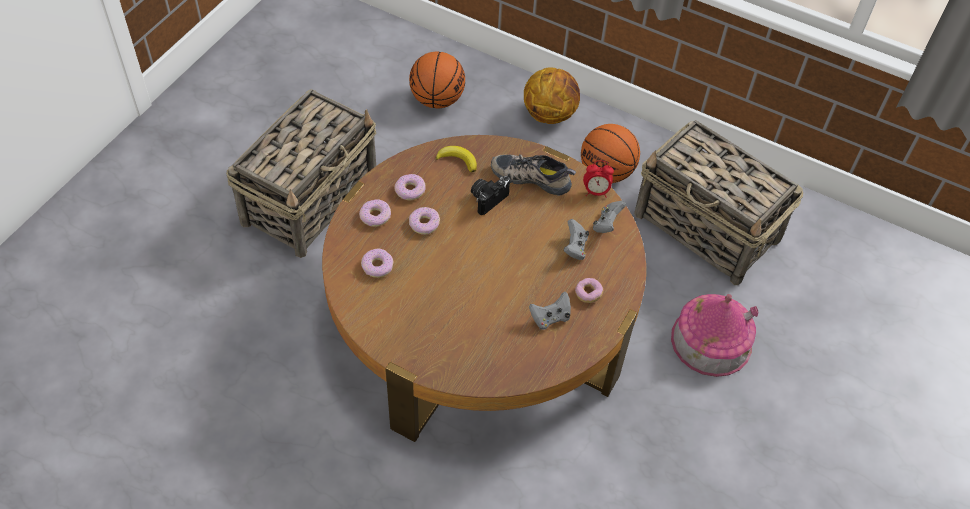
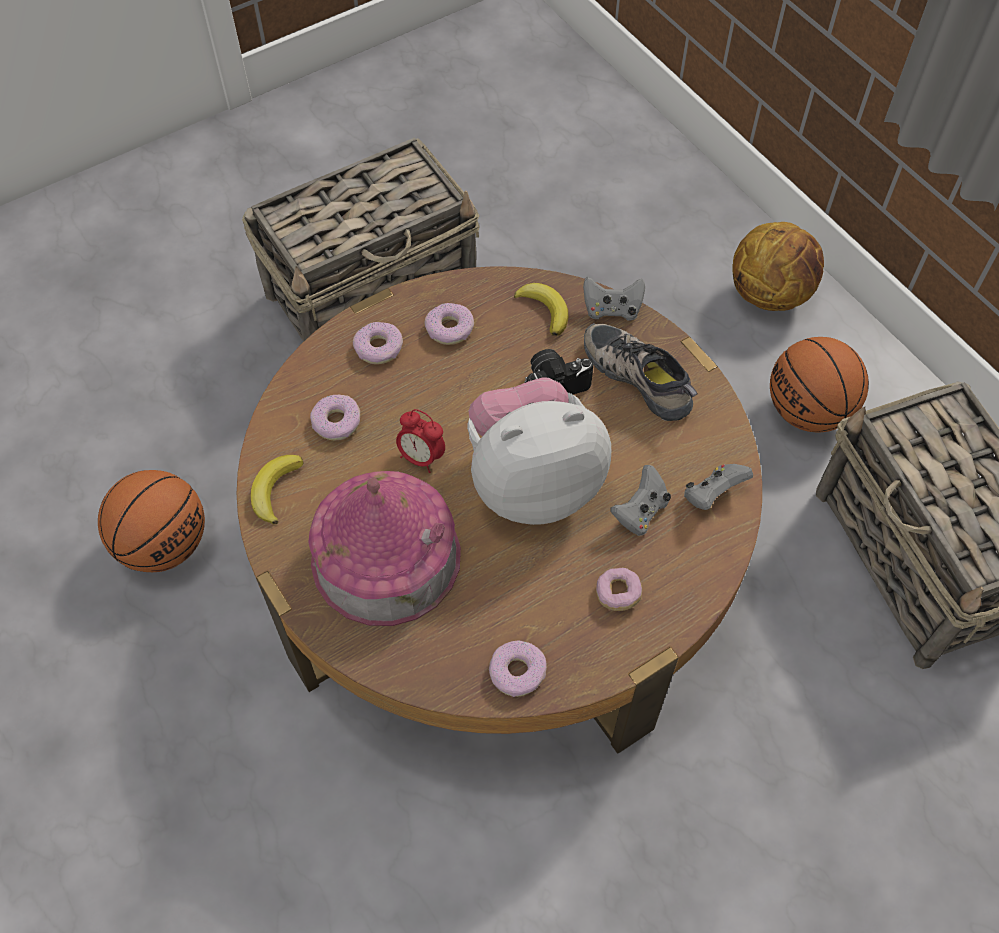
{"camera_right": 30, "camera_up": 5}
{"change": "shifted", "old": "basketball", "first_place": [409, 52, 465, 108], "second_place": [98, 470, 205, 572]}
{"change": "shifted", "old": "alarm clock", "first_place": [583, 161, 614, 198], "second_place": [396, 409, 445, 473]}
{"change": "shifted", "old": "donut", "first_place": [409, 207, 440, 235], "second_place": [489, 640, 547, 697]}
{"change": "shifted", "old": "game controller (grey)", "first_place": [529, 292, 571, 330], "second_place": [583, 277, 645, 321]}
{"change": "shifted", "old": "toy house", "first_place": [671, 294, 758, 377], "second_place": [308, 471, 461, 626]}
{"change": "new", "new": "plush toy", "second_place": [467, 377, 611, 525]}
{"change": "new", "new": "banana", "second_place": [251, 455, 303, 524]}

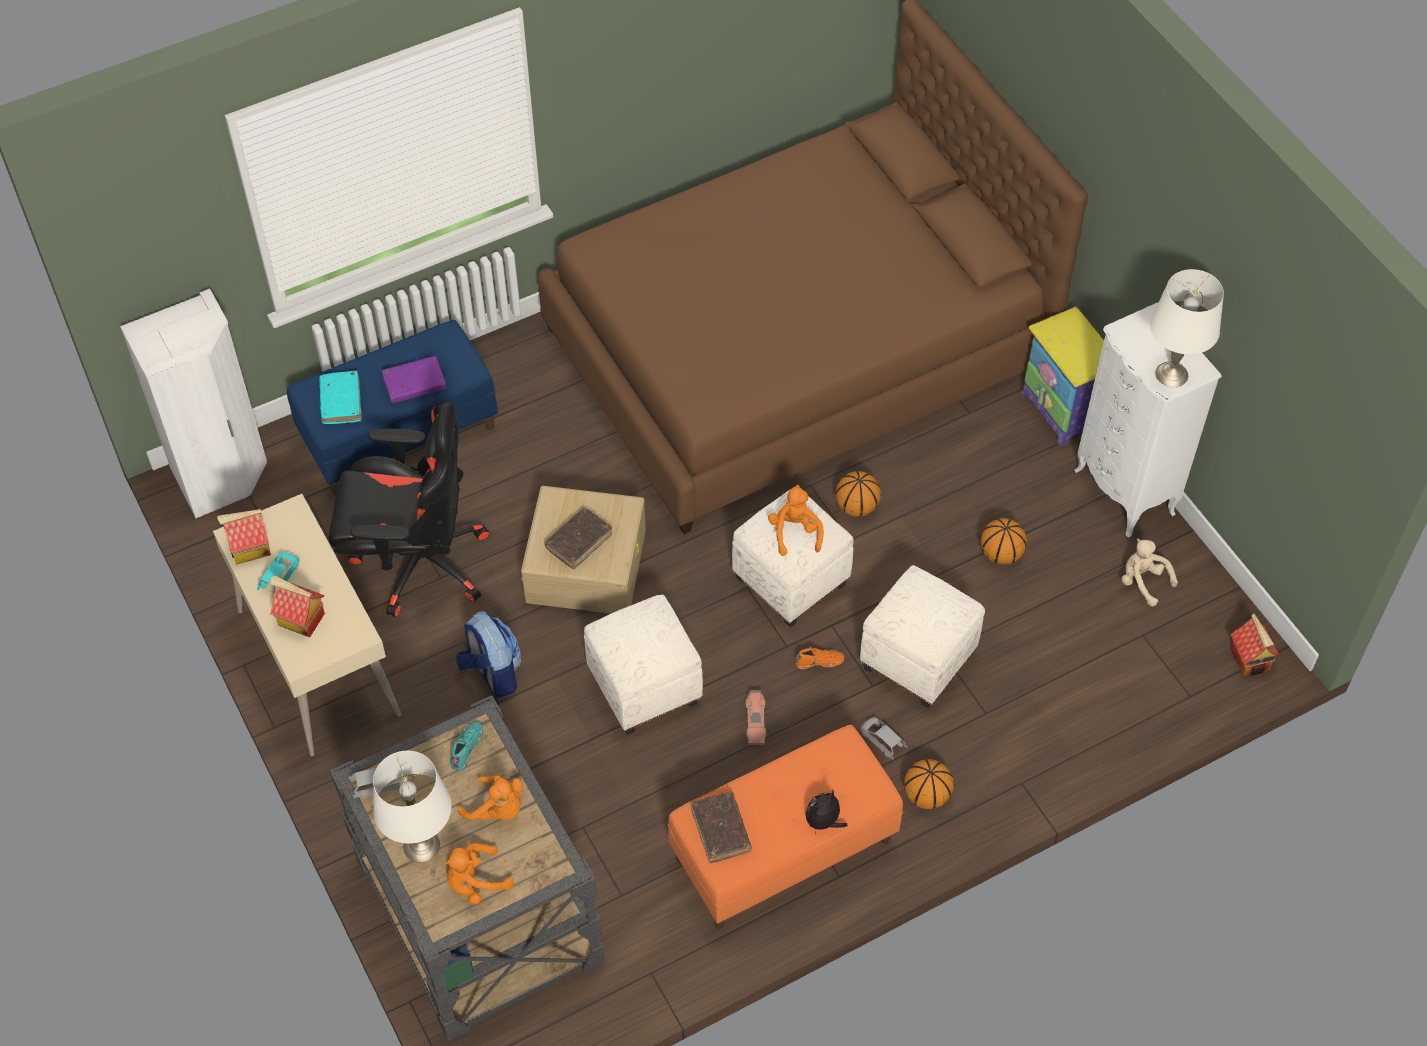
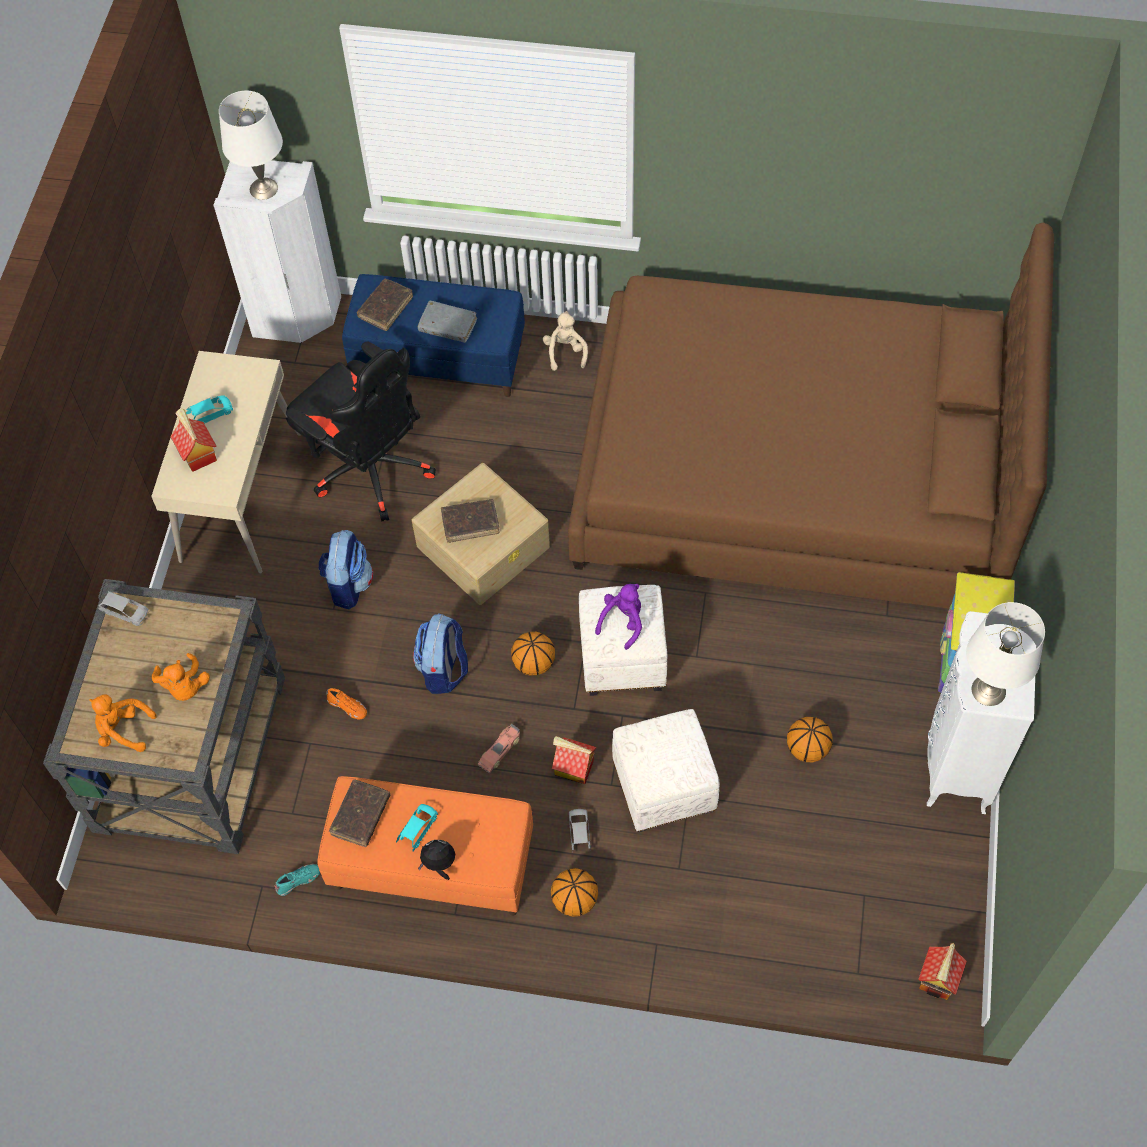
{"camera_right": 40, "camera_up": 5}
{"change": "repainted", "old": "book (purple)", "new": "book (grey)", "first_place": [382, 356, 446, 403], "second_place": [418, 301, 477, 343]}
{"change": "repainted", "old": "book (turquoise)", "new": "book (brown)", "first_place": [319, 371, 362, 424], "second_place": [357, 279, 413, 331]}
{"change": "shifted", "old": "basketball", "first_place": [836, 471, 881, 517], "second_place": [511, 632, 555, 676]}
{"change": "repainted", "old": "plush toy (orange)", "new": "plush toy (purple)", "first_place": [768, 485, 824, 556], "second_place": [595, 584, 642, 650]}
{"change": "shifted", "old": "toy house", "first_place": [217, 509, 271, 564], "second_place": [552, 736, 596, 784]}
{"change": "shifted", "old": "plush toy (beige)", "first_place": [1121, 539, 1178, 607], "second_place": [543, 311, 588, 371]}
{"change": "swapped", "old": "ottoman (white)", "new": "backpack", "first_place": [584, 595, 703, 735], "second_place": [413, 614, 468, 694]}
{"change": "shifted", "old": "shoe (orange)", "first_place": [795, 647, 844, 670], "second_place": [326, 688, 367, 720]}
{"change": "shifted", "old": "shoe (turquoise)", "first_place": [450, 721, 483, 771], "second_place": [274, 864, 320, 896]}
{"change": "shifted", "old": "table lamp (white)", "first_place": [373, 751, 451, 862], "second_place": [219, 91, 283, 200]}
{"change": "new", "new": "toy car (turquoise)", "second_place": [396, 804, 438, 852]}

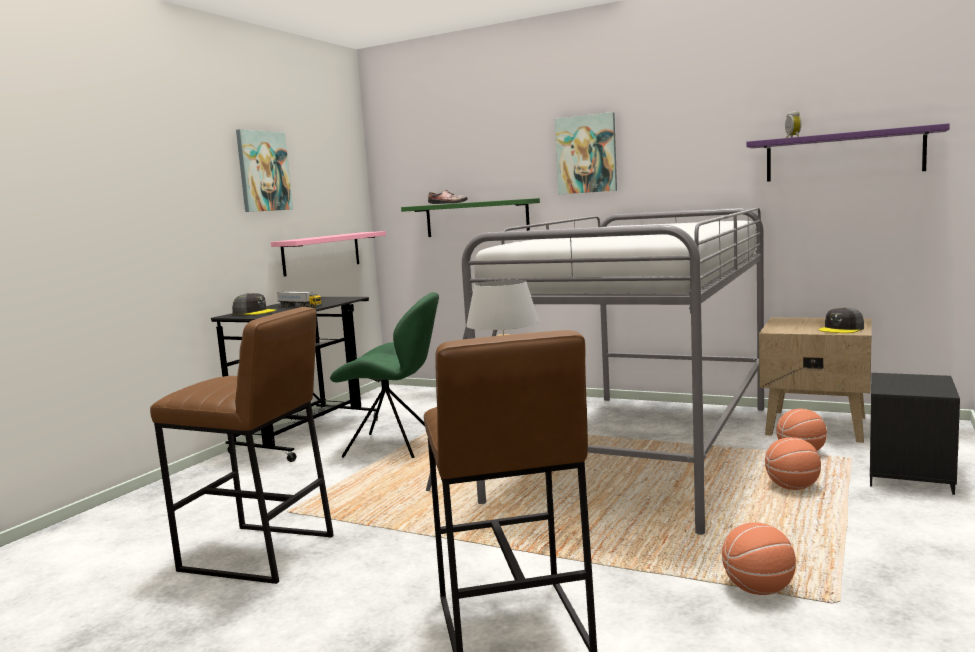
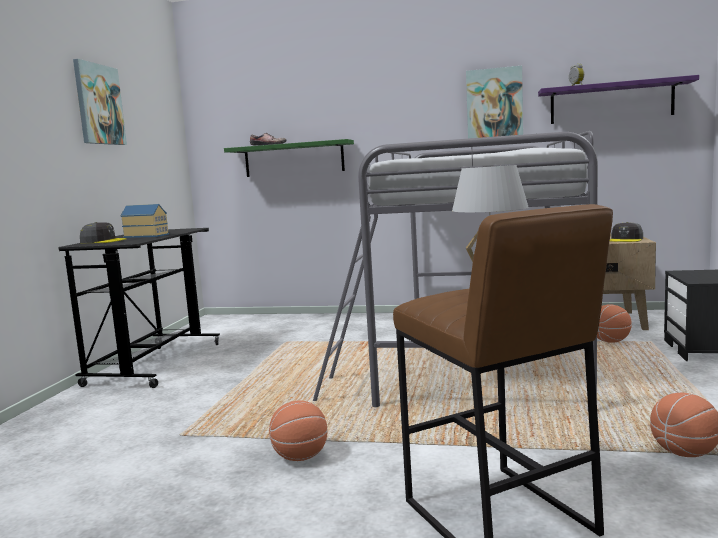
{"camera_right": -15, "camera_up": 0}
{"change": "shifted", "old": "picture", "first_place": [555, 112, 617, 194], "second_place": [466, 66, 523, 138]}
{"change": "gone", "old": "shelf (pink)", "first_place": [271, 231, 386, 276]}
{"change": "swapped", "old": "toy truck", "new": "toy house", "first_place": [277, 291, 322, 308], "second_place": [120, 204, 169, 238]}
{"change": "gone", "old": "chair (green)", "first_place": [330, 292, 439, 458]}
{"change": "gone", "old": "stool (brown)", "first_place": [150, 307, 334, 584]}
{"change": "shifted", "old": "basketball", "first_place": [765, 437, 821, 490], "second_place": [269, 401, 327, 461]}

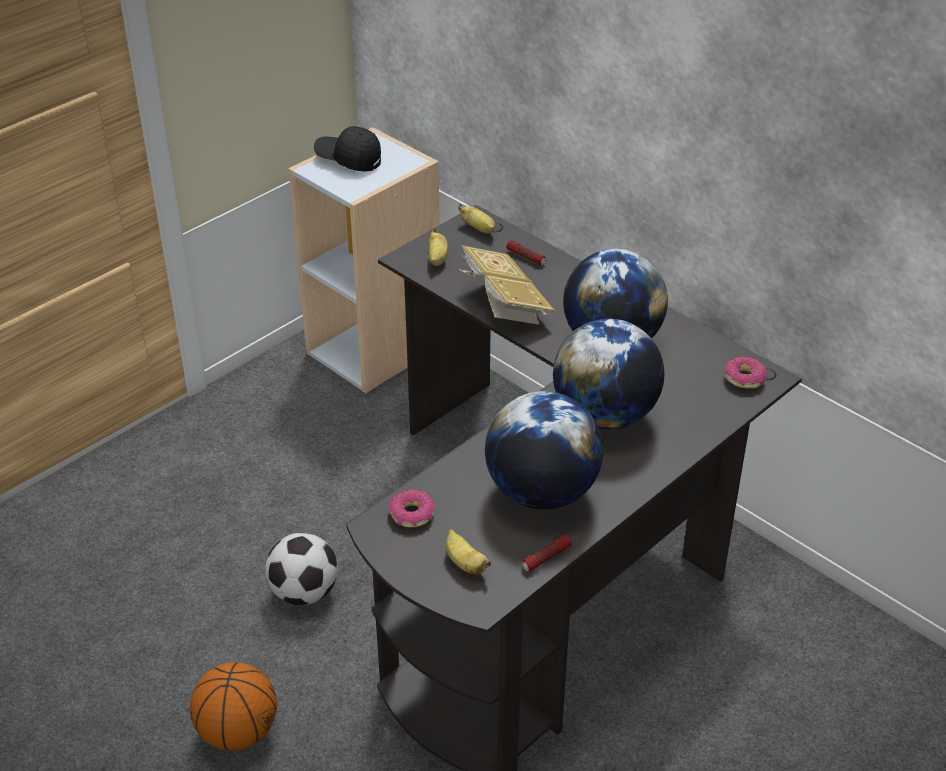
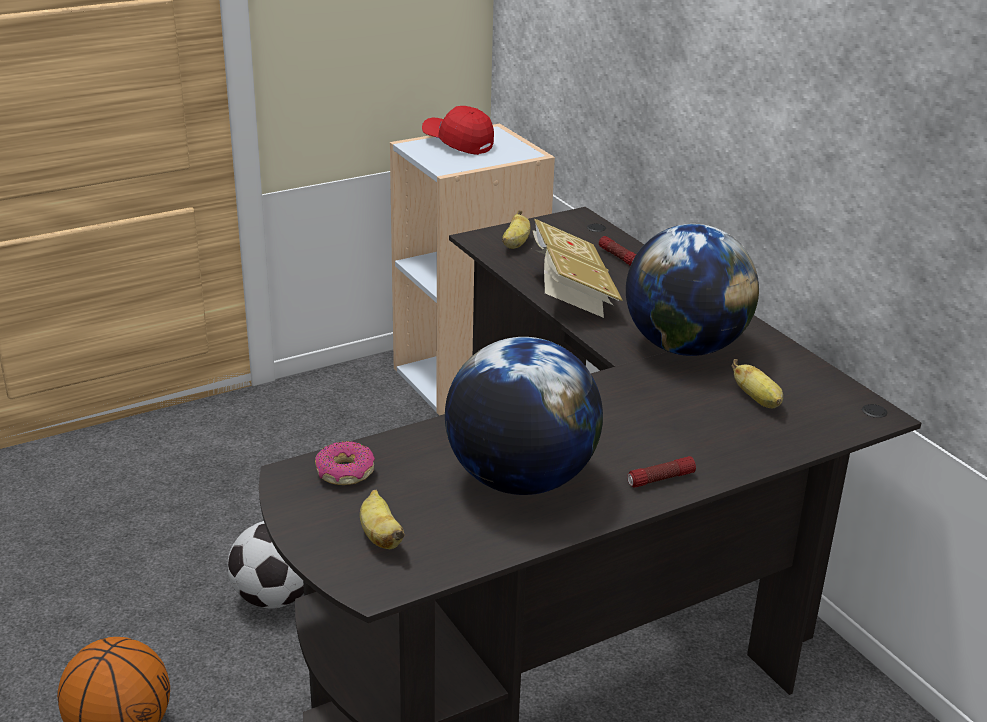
{"camera_right": 15, "camera_up": -10}
{"change": "repainted", "old": "cap (black)", "new": "cap (red)", "first_place": [314, 126, 381, 172], "second_place": [422, 106, 494, 155]}
{"change": "shifted", "old": "banana", "first_place": [458, 204, 495, 233], "second_place": [732, 359, 783, 408]}
{"change": "gone", "old": "globe", "first_place": [553, 319, 664, 430]}
{"change": "gone", "old": "donut", "first_place": [725, 357, 766, 389]}
{"change": "shifted", "old": "flashlight", "first_place": [522, 534, 572, 572], "second_place": [627, 456, 696, 488]}

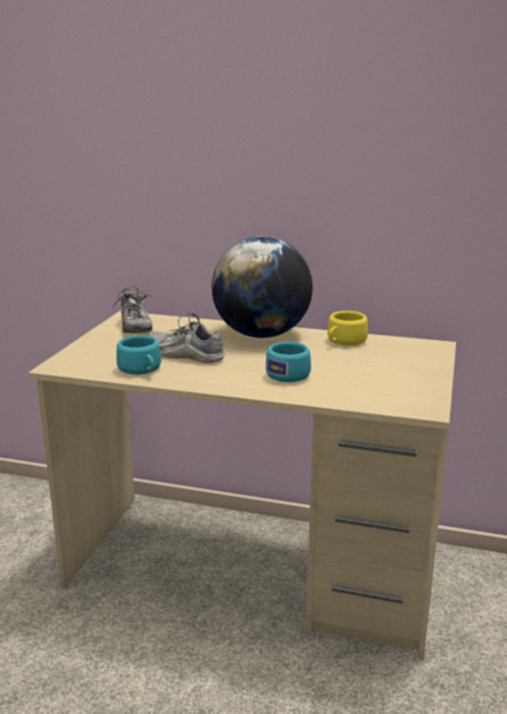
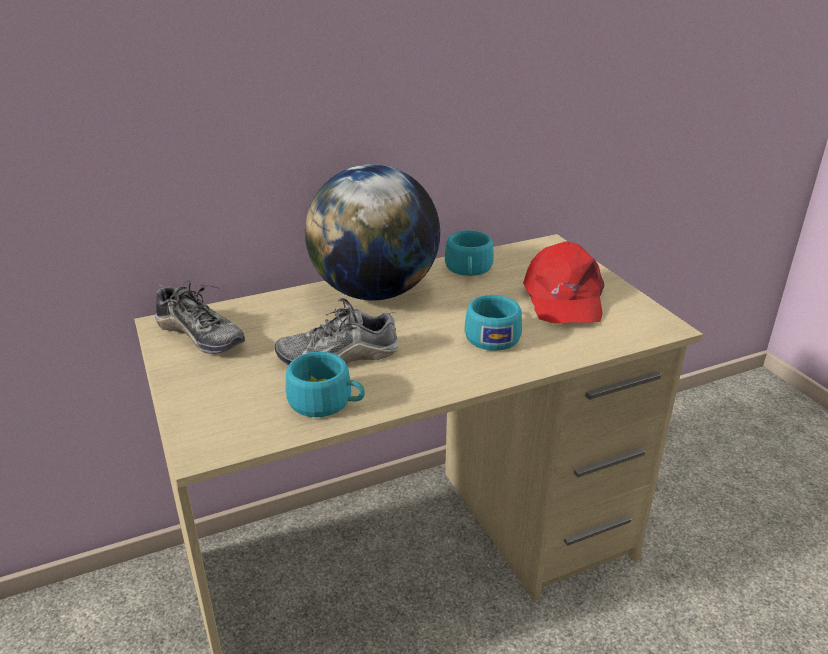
{"camera_right": -40, "camera_up": 10}
{"change": "repainted", "old": "cup (yellow)", "new": "cup (turquoise)", "first_place": [328, 311, 368, 346], "second_place": [445, 230, 494, 276]}
{"change": "new", "new": "cap (red)", "second_place": [523, 241, 604, 324]}

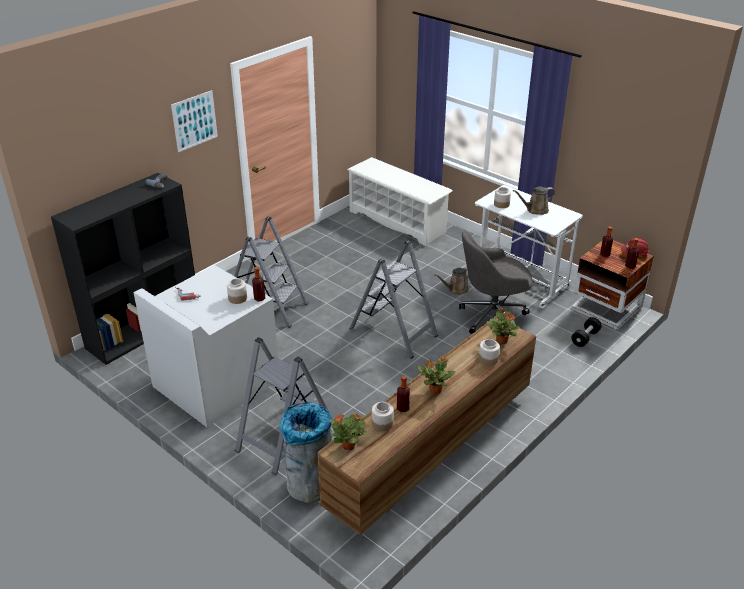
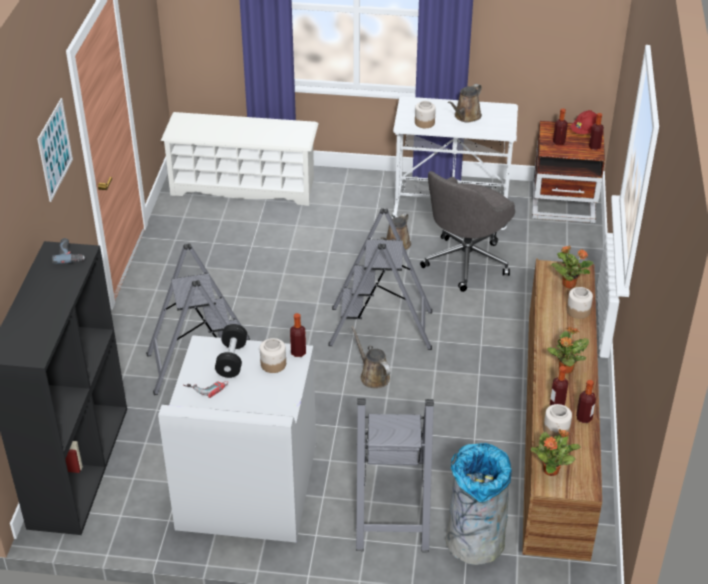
{"camera_right": -35, "camera_up": 5}
{"change": "shifted", "old": "dumbbell (black)", "first_place": [571, 317, 602, 347], "second_place": [215, 324, 247, 378]}
{"change": "new", "new": "watering can (brown)", "second_place": [351, 326, 391, 389]}
{"change": "new", "new": "bottle", "second_place": [576, 380, 596, 423]}

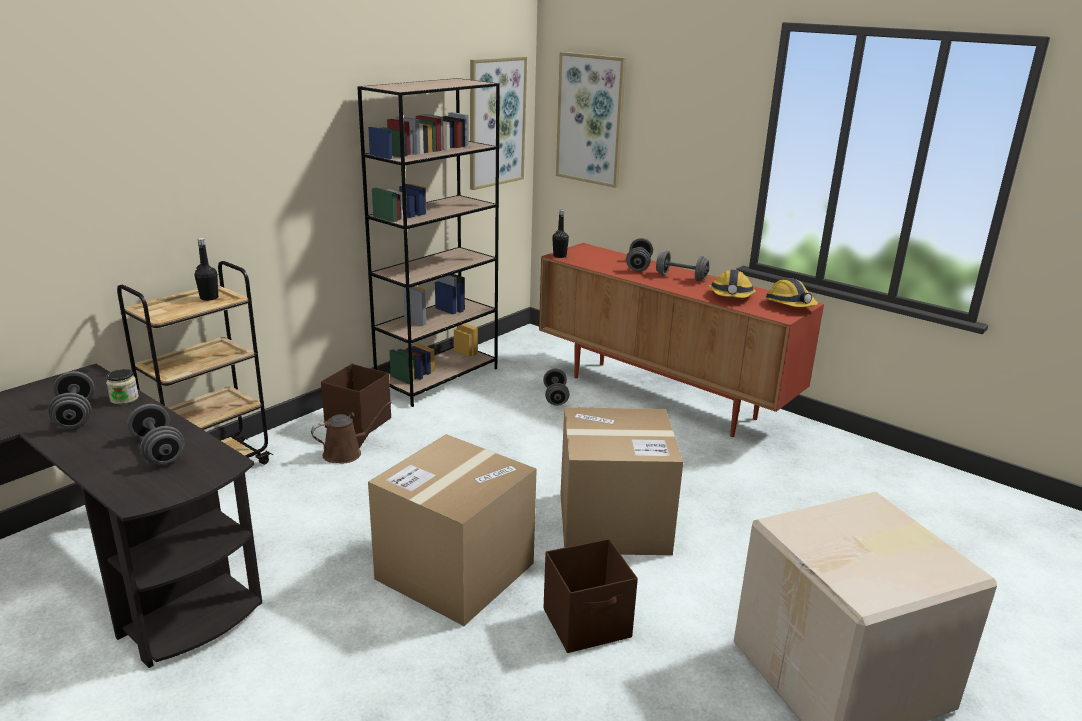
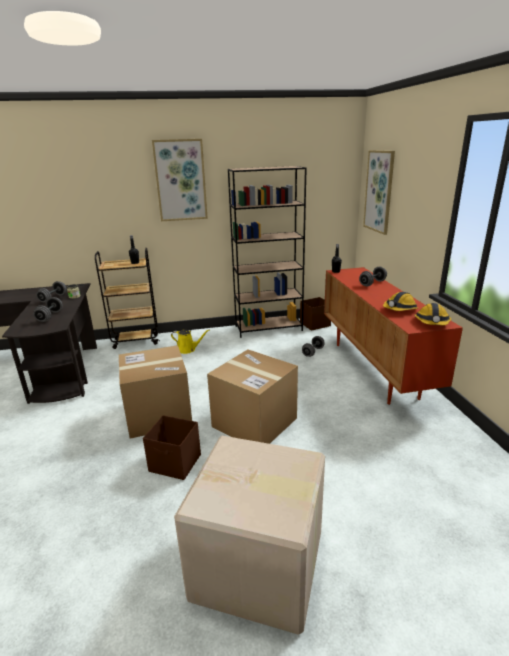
{"camera_right": 40, "camera_up": 0}
{"change": "shifted", "old": "picture", "first_place": [470, 56, 527, 190], "second_place": [152, 139, 208, 221]}
{"change": "gone", "old": "dumbbell (grey)", "first_place": [656, 251, 709, 281]}
{"change": "shifted", "old": "storage box (brown)", "first_place": [321, 364, 391, 434], "second_place": [300, 297, 331, 331]}
{"change": "repainted", "old": "watering can (brown)", "new": "watering can (yellow)", "first_place": [311, 401, 392, 463], "second_place": [171, 329, 210, 354]}

